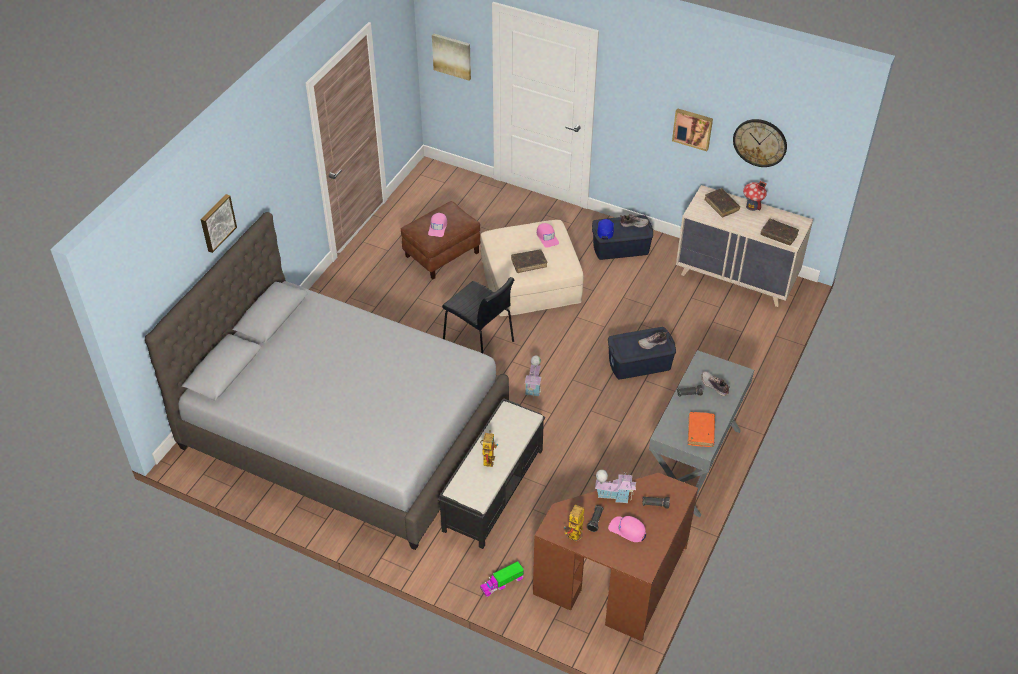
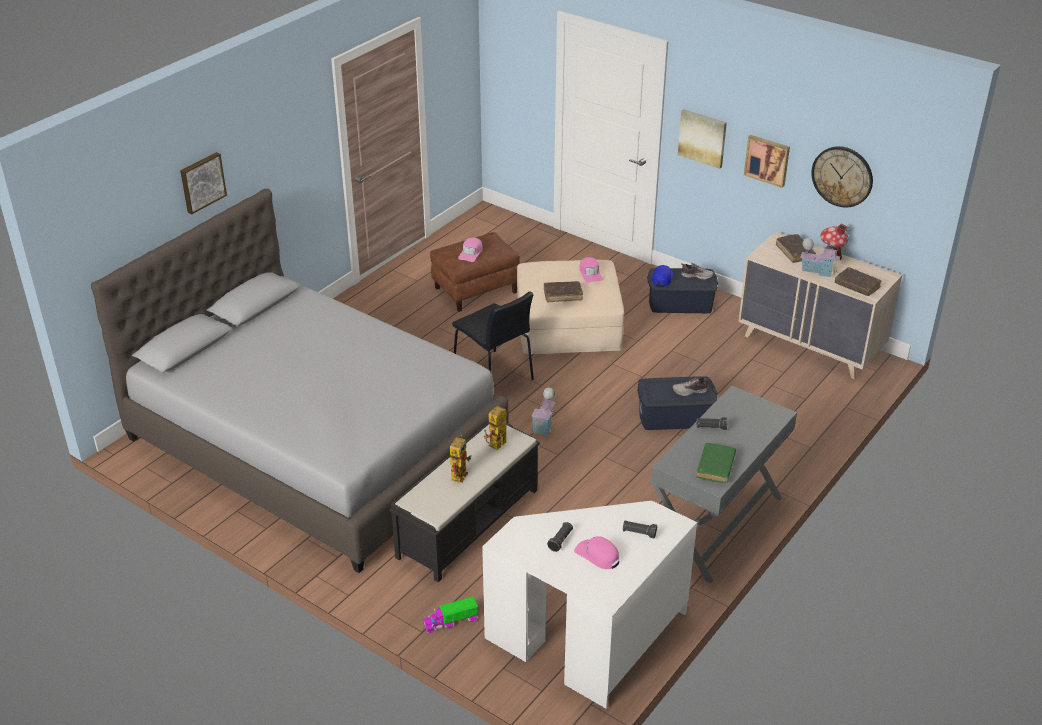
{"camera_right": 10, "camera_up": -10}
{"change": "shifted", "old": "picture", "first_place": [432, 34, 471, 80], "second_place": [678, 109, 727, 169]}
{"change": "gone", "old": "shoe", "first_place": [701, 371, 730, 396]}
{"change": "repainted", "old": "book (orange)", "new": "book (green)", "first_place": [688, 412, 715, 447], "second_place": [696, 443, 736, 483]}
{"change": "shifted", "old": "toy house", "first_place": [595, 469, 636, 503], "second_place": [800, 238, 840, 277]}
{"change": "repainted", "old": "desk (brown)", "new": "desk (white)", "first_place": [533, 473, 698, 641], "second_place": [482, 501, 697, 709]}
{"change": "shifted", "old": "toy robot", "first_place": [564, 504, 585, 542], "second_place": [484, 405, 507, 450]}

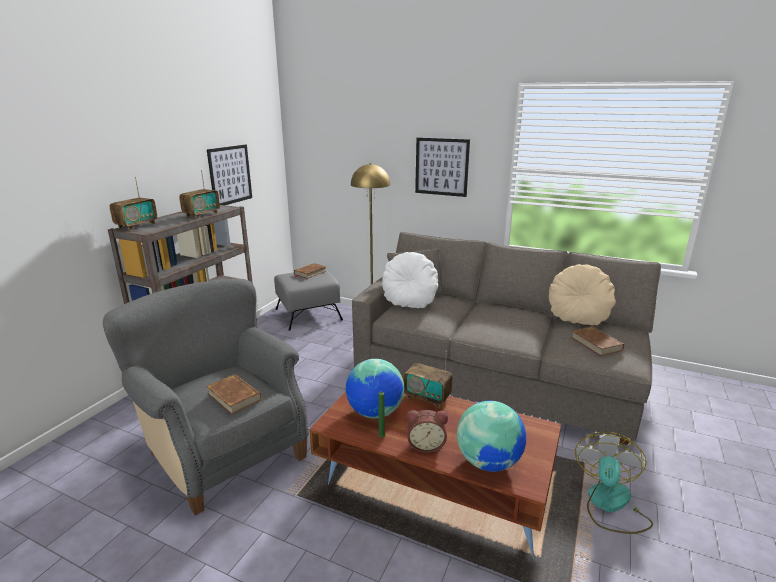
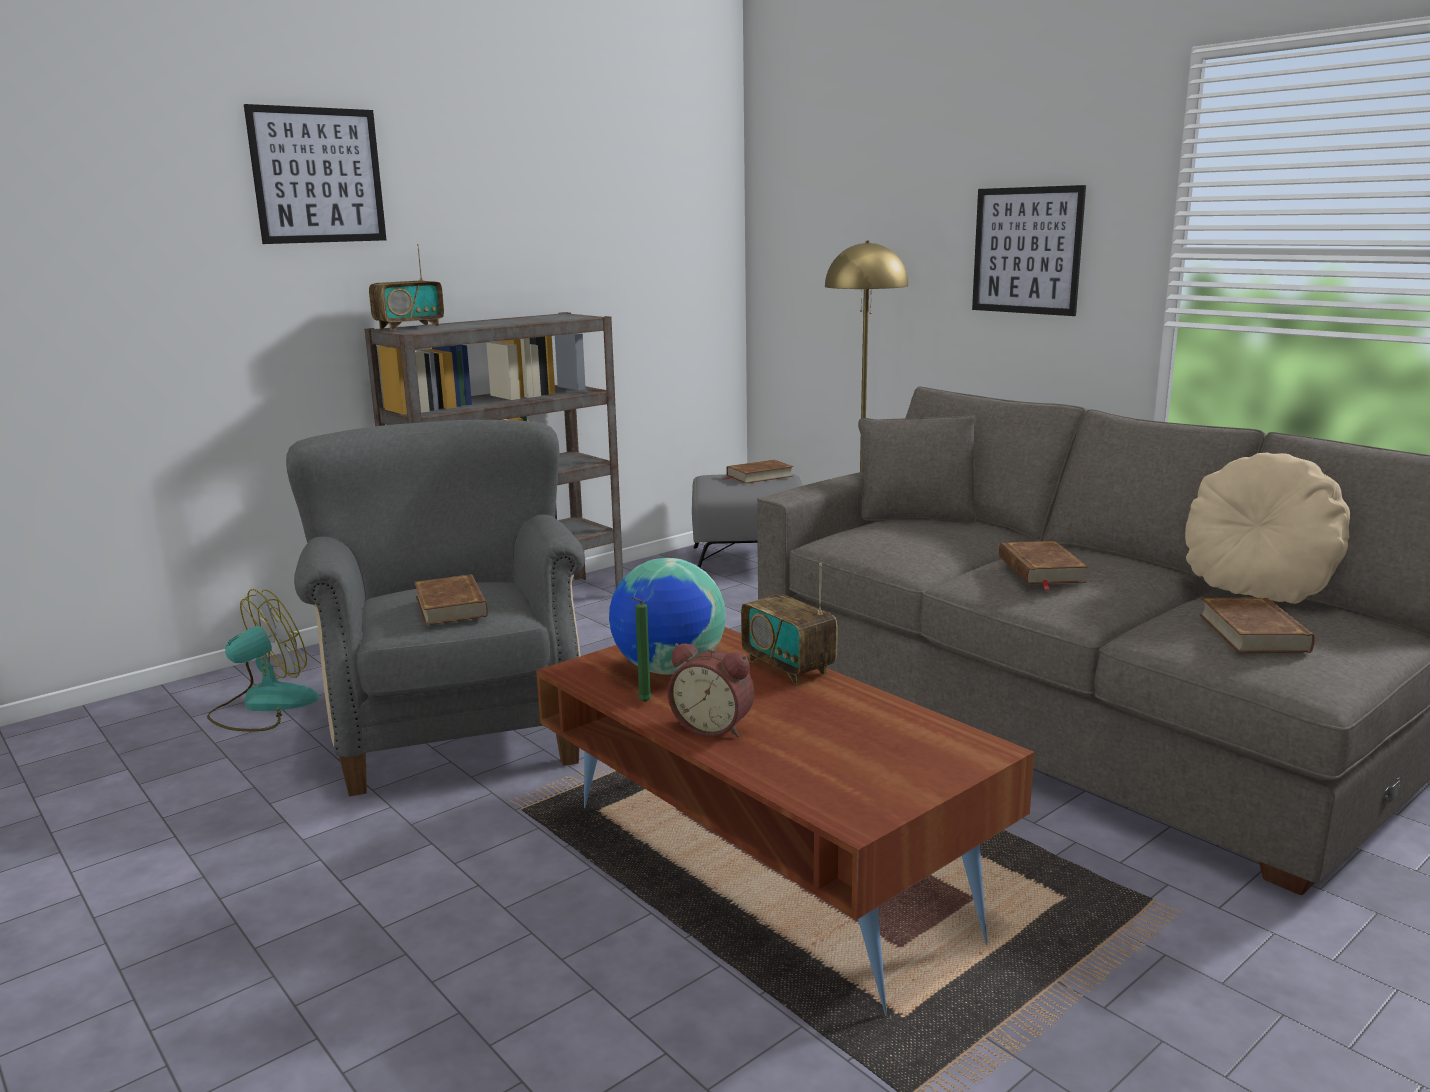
{"camera_right": 25, "camera_up": -5}
{"change": "shifted", "old": "picture", "first_place": [207, 144, 252, 205], "second_place": [244, 104, 386, 244]}
{"change": "gone", "old": "radio", "first_place": [179, 170, 220, 219]}
{"change": "gone", "old": "pillow (white)", "first_place": [382, 252, 438, 308]}
{"change": "gone", "old": "globe", "first_place": [457, 401, 526, 472]}
{"change": "shifted", "old": "fan", "first_place": [575, 432, 653, 534], "second_place": [207, 589, 319, 731]}
{"change": "new", "new": "book (brown)", "second_place": [999, 541, 1088, 590]}

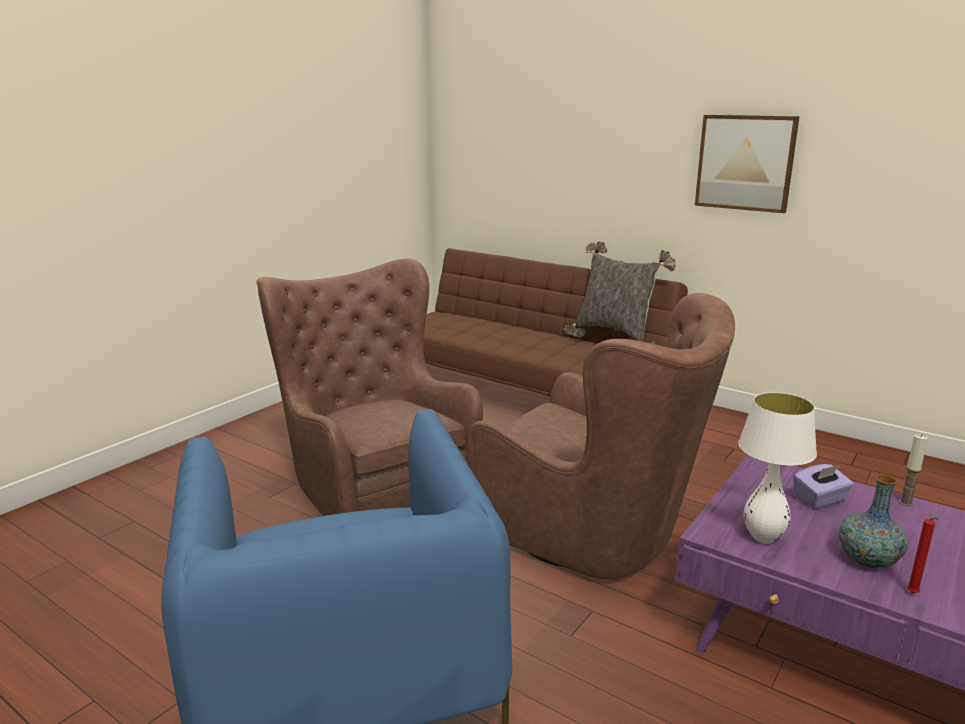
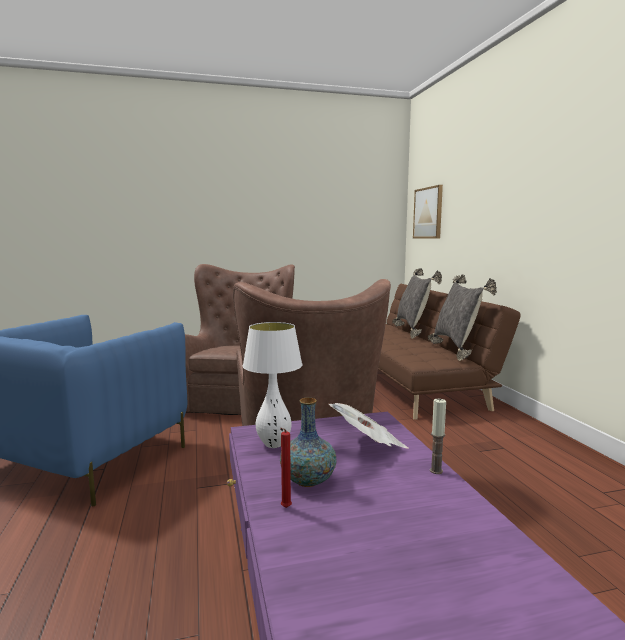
{"camera_right": 40, "camera_up": -10}
{"change": "shifted", "old": "picture", "first_place": [695, 115, 799, 213], "second_place": [413, 185, 443, 239]}
{"change": "swapped", "old": "tissue box (purple)", "new": "newspaper", "first_place": [793, 464, 854, 509], "second_place": [329, 403, 409, 448]}
{"change": "new", "new": "pillow", "second_place": [392, 268, 442, 339]}

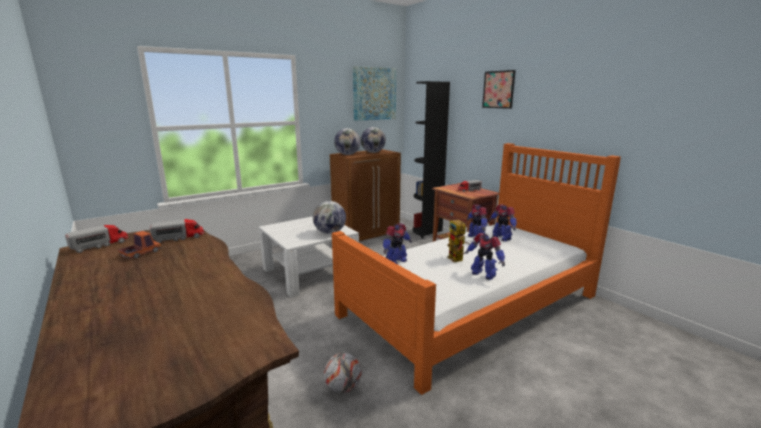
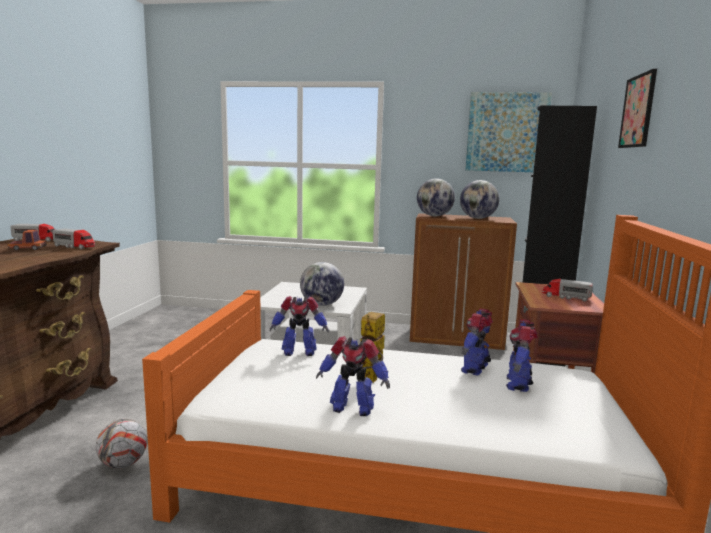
{"camera_right": 45, "camera_up": -5}
{"change": "rotated", "old": "toy robot", "first_place": [465, 233, 505, 280], "second_place": [316, 336, 390, 416], "degrees": -75}

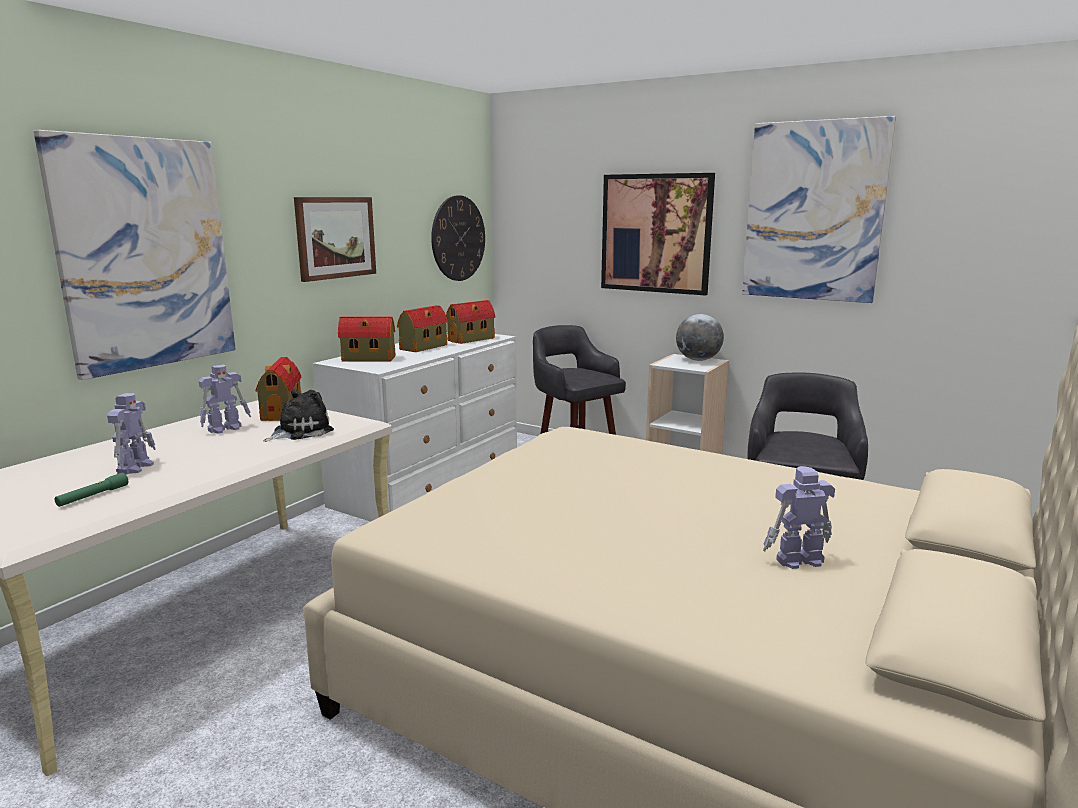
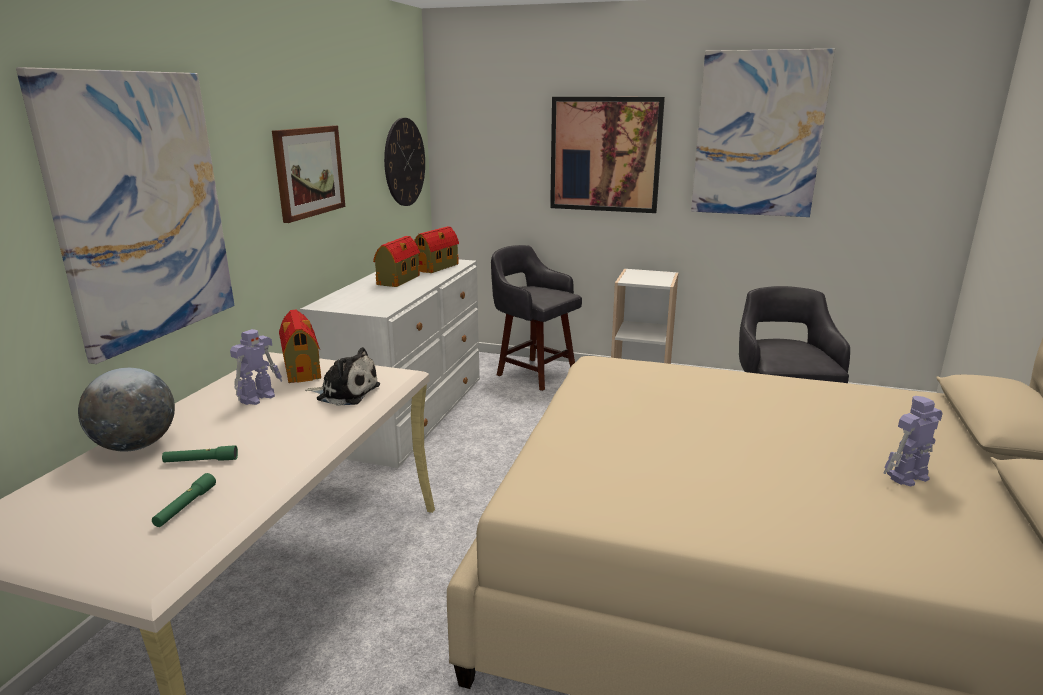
{"camera_right": -15, "camera_up": 5}
{"change": "shifted", "old": "globe", "first_place": [676, 314, 724, 361], "second_place": [78, 368, 175, 452]}
{"change": "gone", "old": "toy house", "first_place": [338, 316, 396, 362]}
{"change": "rotated", "old": "plush toy", "first_place": [264, 389, 334, 442], "second_place": [305, 347, 380, 406], "degrees": 75}
{"change": "swapped", "old": "toy robot", "new": "flashlight (green)", "first_place": [107, 393, 156, 475], "second_place": [162, 445, 238, 462]}

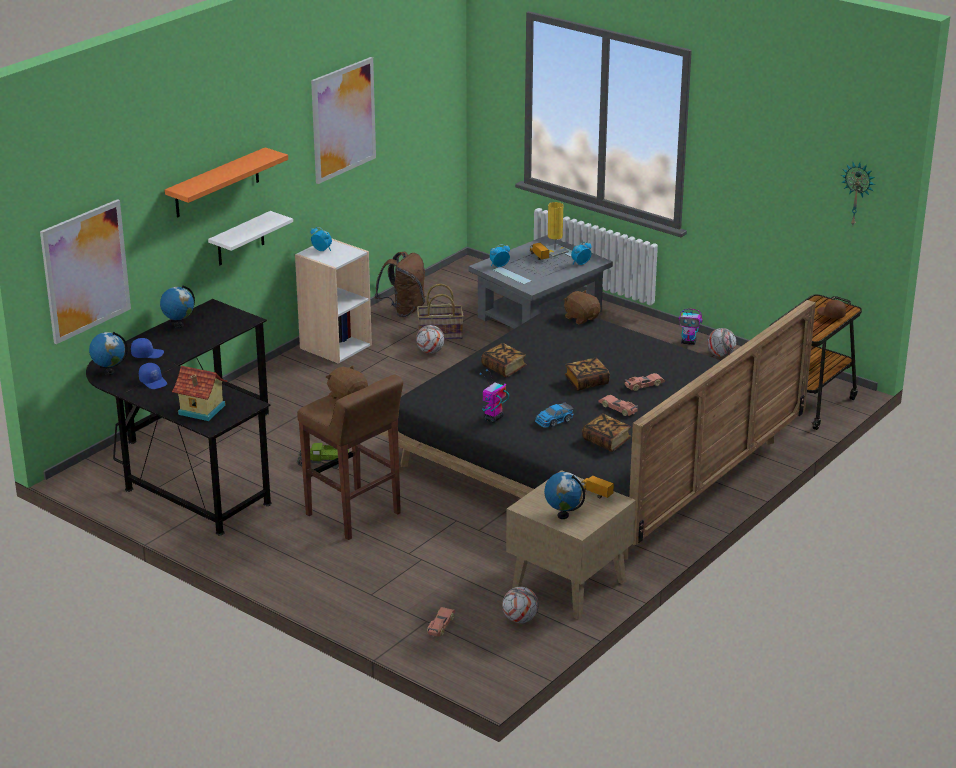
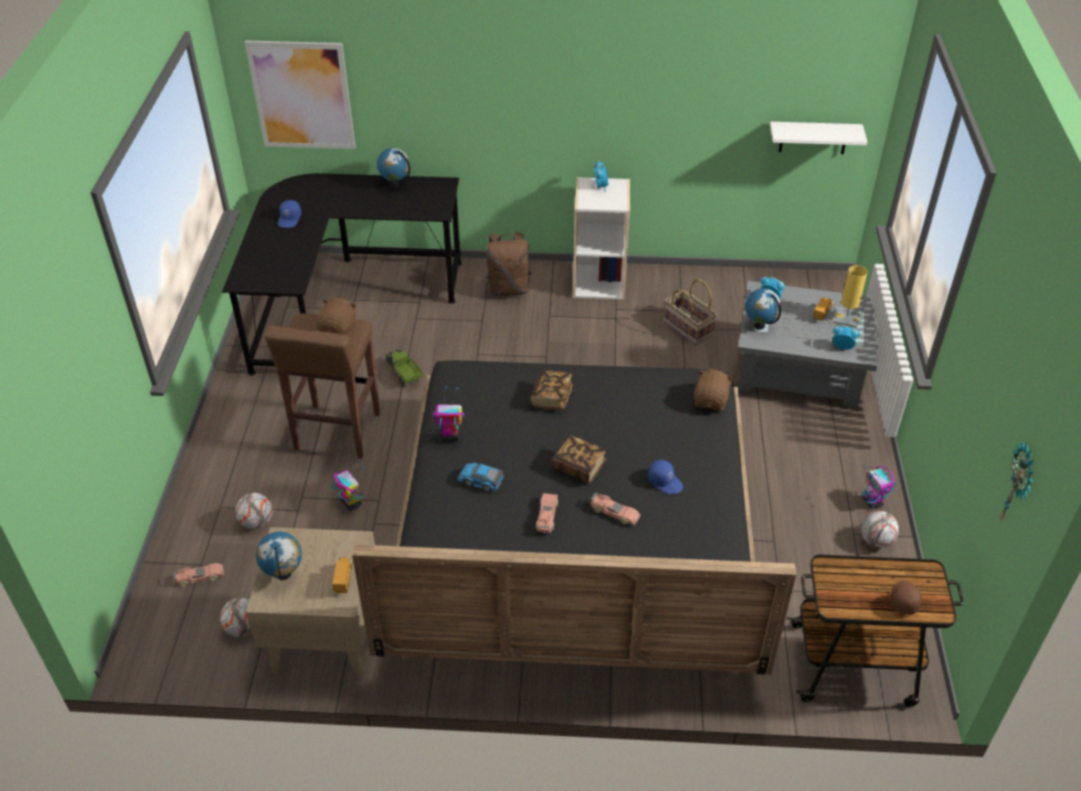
{"camera_right": 55, "camera_up": 15}
{"change": "gone", "old": "picture", "first_place": [311, 57, 376, 184]}
{"change": "gone", "old": "shelf (orange)", "first_place": [165, 147, 288, 218]}
{"change": "shifted", "old": "shelf (white)", "first_place": [208, 211, 293, 265], "second_place": [770, 122, 867, 154]}
{"change": "shifted", "old": "backpack (brown)", "first_place": [374, 252, 425, 317], "second_place": [485, 232, 532, 296]}
{"change": "shifted", "old": "football", "first_place": [416, 325, 445, 354], "second_place": [235, 493, 273, 529]}
{"change": "shifted", "old": "globe", "first_place": [89, 332, 128, 375], "second_place": [745, 288, 781, 330]}
{"change": "shifted", "old": "cap (blue)", "first_place": [131, 338, 164, 359], "second_place": [648, 460, 683, 495]}
{"change": "gone", "old": "toy house", "first_place": [172, 366, 228, 421]}
{"change": "gone", "old": "book", "first_place": [582, 414, 631, 452]}
{"change": "new", "new": "toy robot", "second_place": [331, 460, 364, 511]}

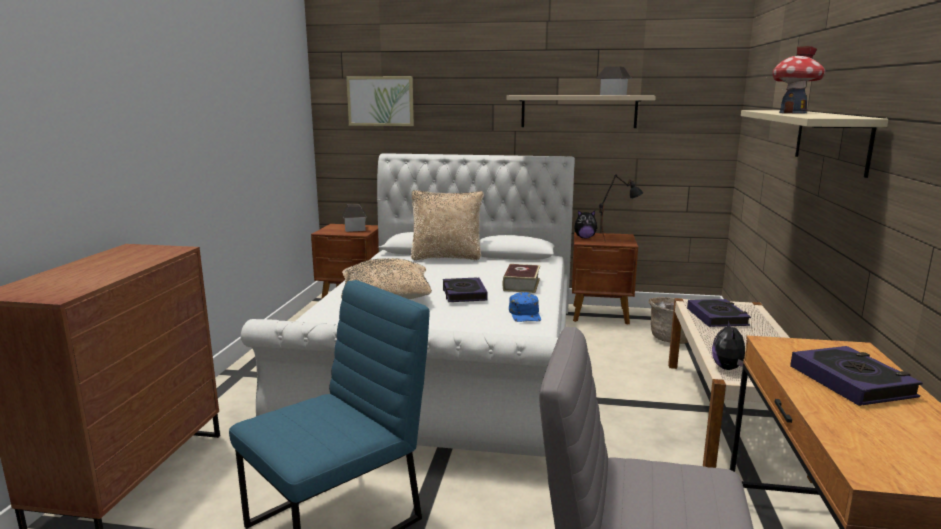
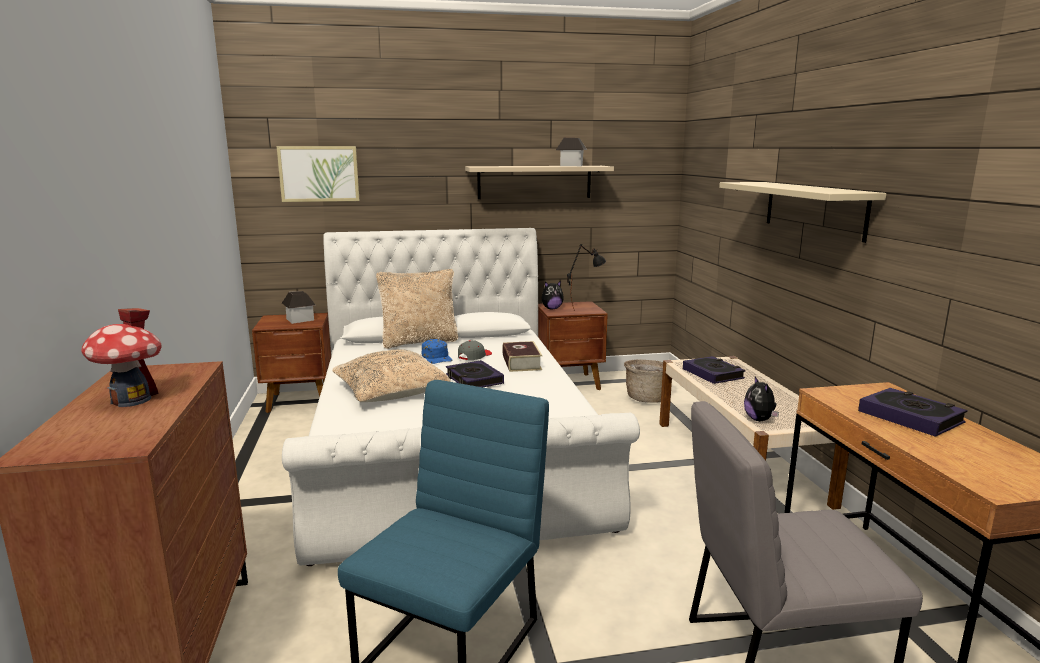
{"camera_right": -20, "camera_up": 0}
{"change": "shifted", "old": "toy house", "first_place": [772, 46, 825, 113], "second_place": [81, 308, 162, 407]}
{"change": "shifted", "old": "cap (blue)", "first_place": [509, 292, 541, 322], "second_place": [422, 339, 453, 364]}
{"change": "new", "new": "cap (grey)", "second_place": [458, 340, 492, 360]}

